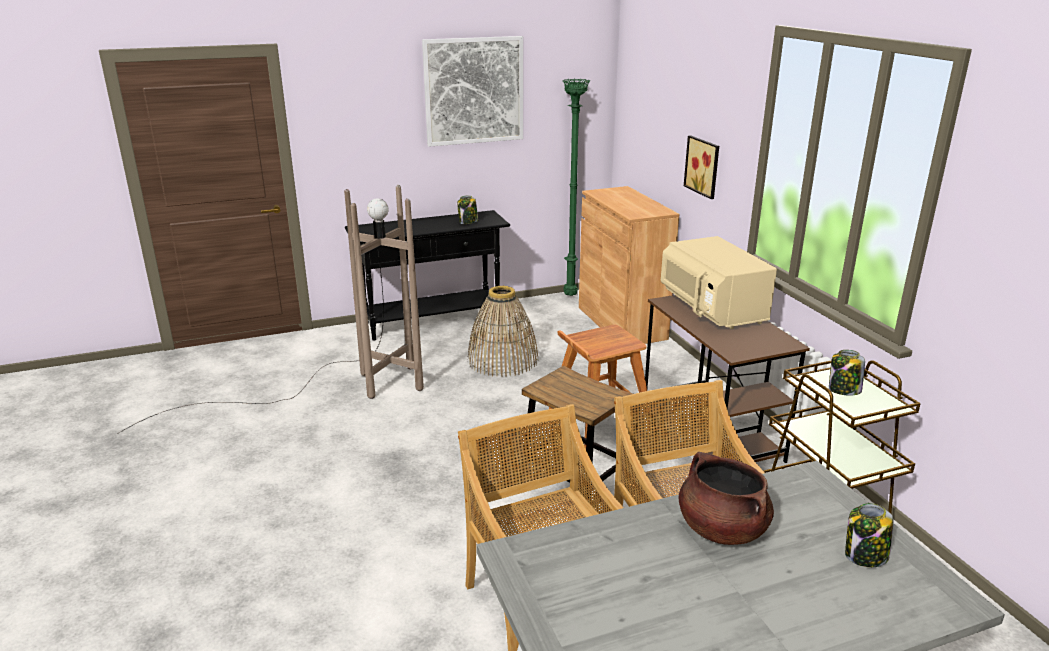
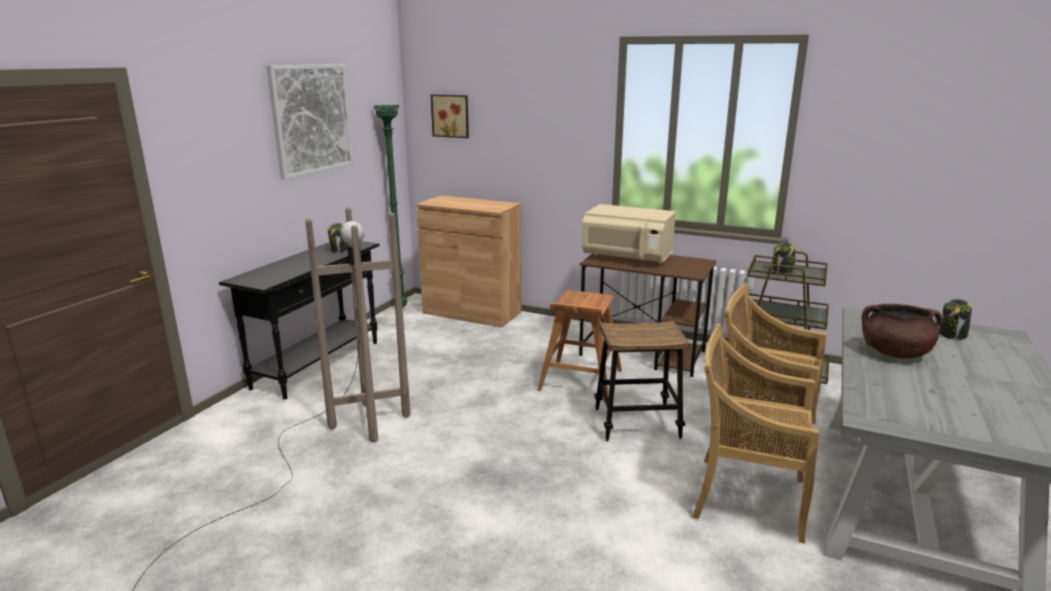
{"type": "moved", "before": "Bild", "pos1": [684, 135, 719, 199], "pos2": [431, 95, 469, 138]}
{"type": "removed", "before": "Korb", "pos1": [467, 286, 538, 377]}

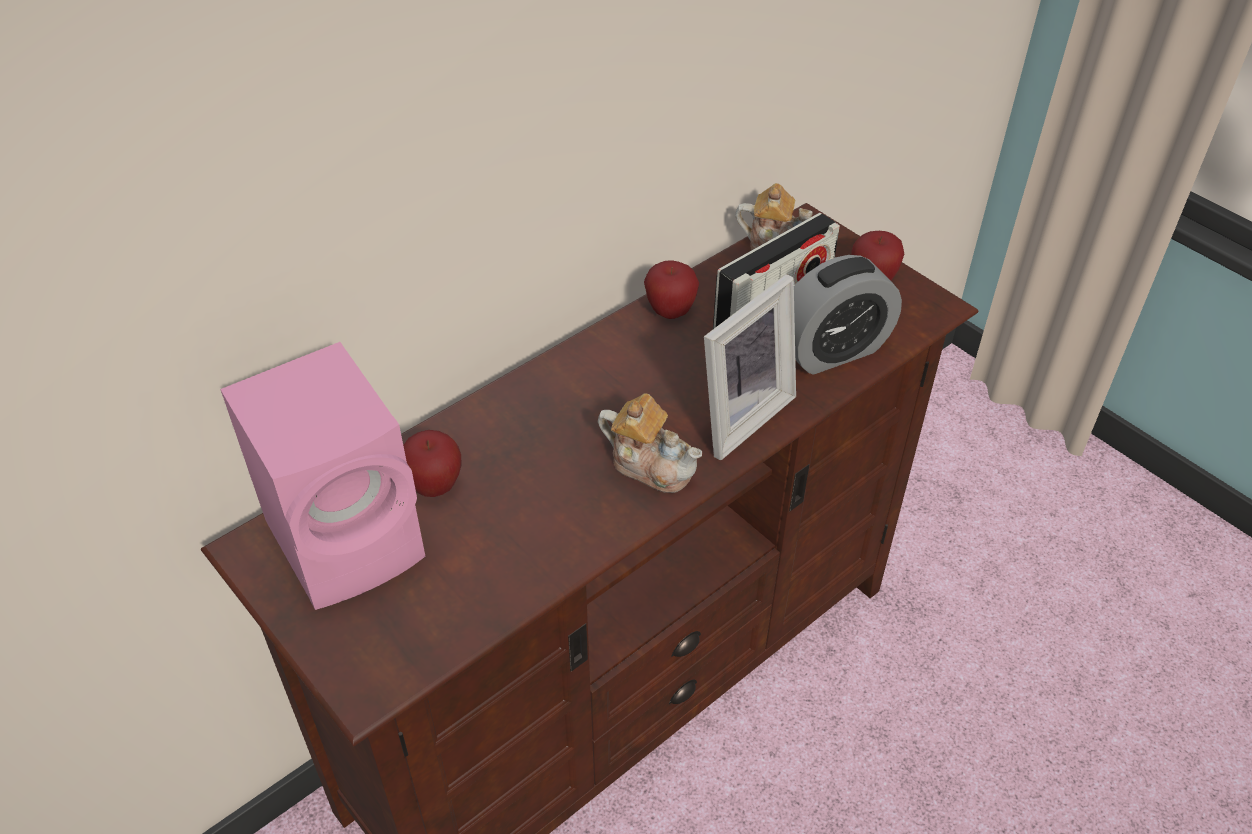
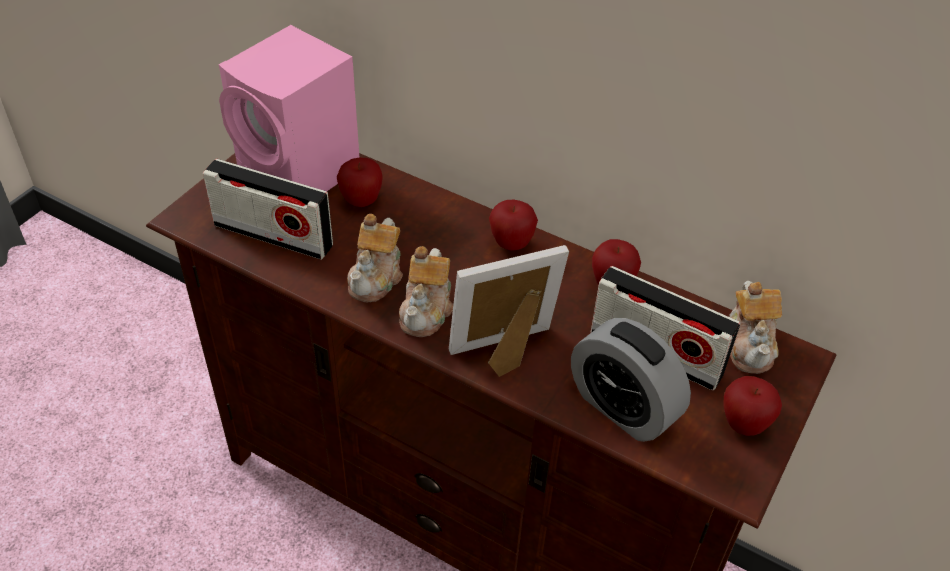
{"type": "turned", "before": "Bilderrahmen", "pos1": [704, 274, 796, 460], "pos2": [449, 245, 569, 377], "turn": 135}
{"type": "added", "after": "Radio", "pos2": [203, 159, 333, 260]}
{"type": "added", "after": "Apfel", "pos2": [489, 200, 538, 251]}
{"type": "added", "after": "Teekanne", "pos2": [347, 214, 403, 302]}

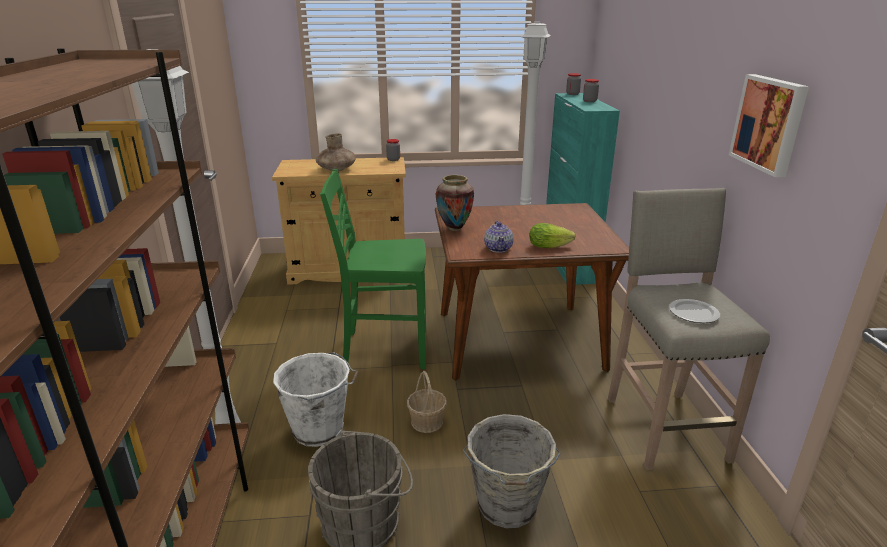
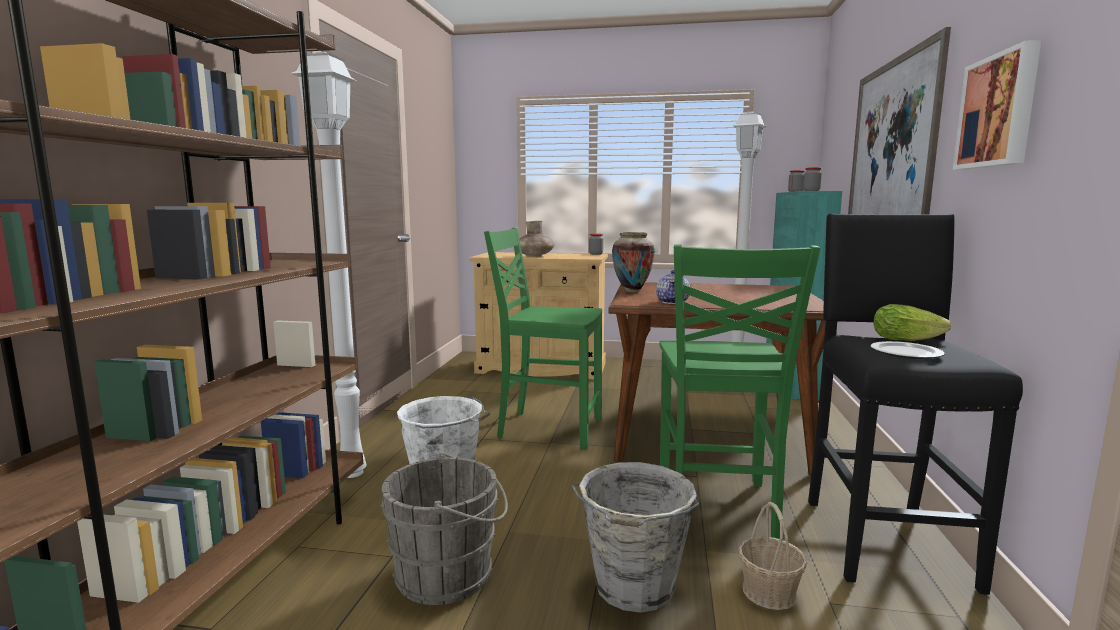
{"type": "recoloured", "before": "Hocker (beige)", "after": "Hocker (schwarz)", "pos1": [608, 188, 770, 470], "pos2": [808, 214, 1023, 595]}
{"type": "moved", "before": "Salatkopf", "pos1": [529, 223, 576, 248], "pos2": [873, 304, 951, 341]}
{"type": "moved", "before": "Korb", "pos1": [407, 371, 447, 433], "pos2": [738, 502, 807, 610]}
{"type": "added", "after": "Bild", "pos2": [848, 27, 951, 214]}
{"type": "added", "after": "Stuhl (grün)", "pos2": [659, 245, 820, 539]}

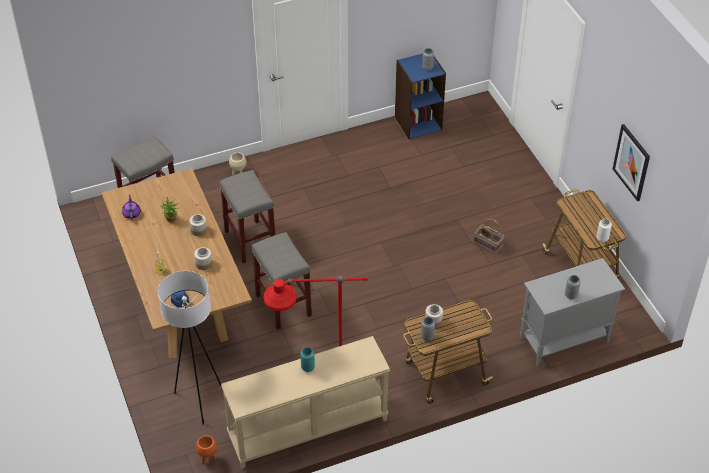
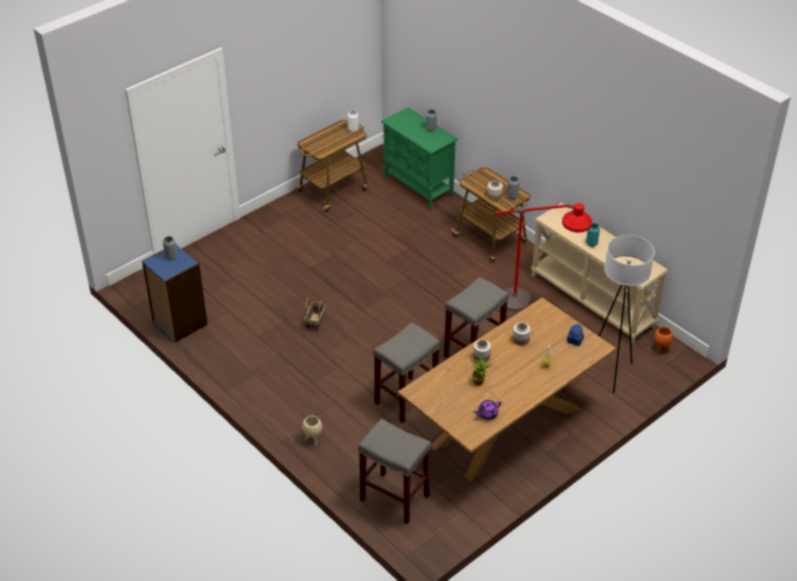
{"type": "removed", "before": "Bild", "pos1": [613, 124, 650, 201]}
{"type": "moved", "before": "Korb", "pos1": [474, 219, 504, 254], "pos2": [304, 298, 326, 332]}
{"type": "recoloured", "before": "Schrank (grau)", "after": "Schrank (grün)", "pos1": [519, 258, 625, 366], "pos2": [381, 107, 458, 209]}

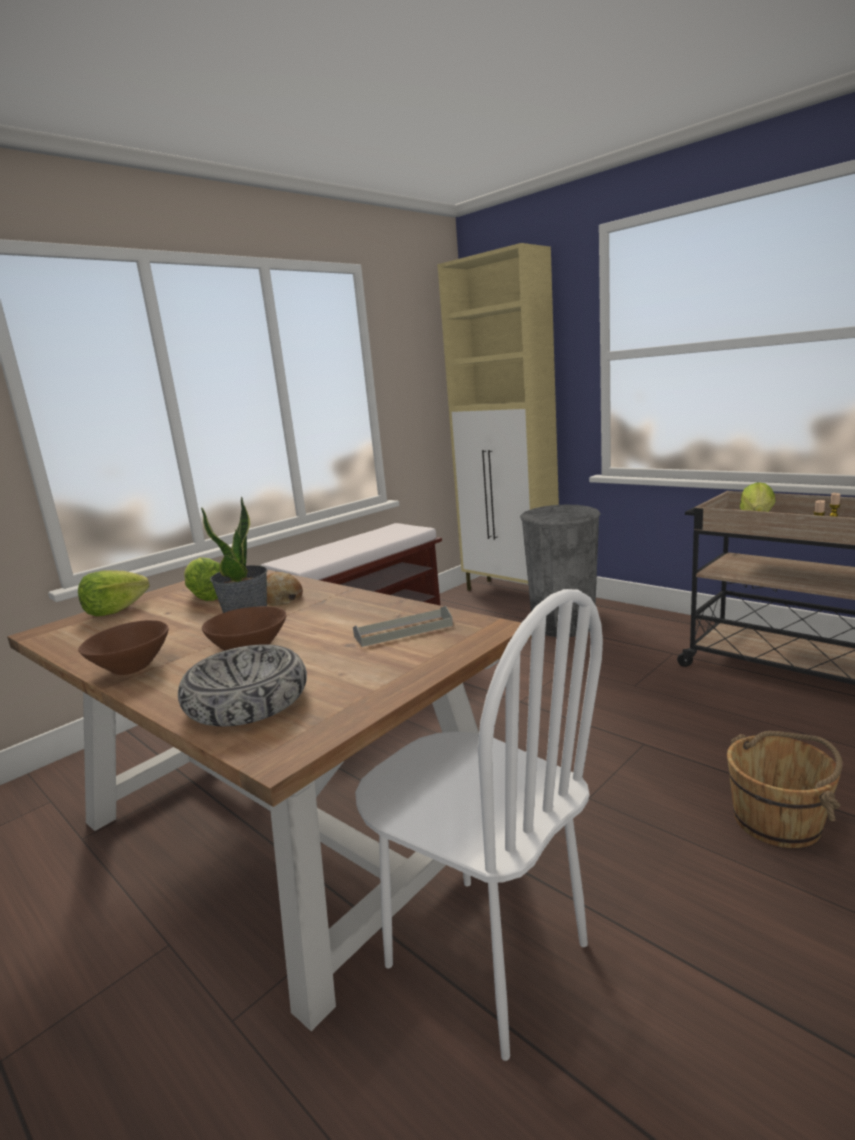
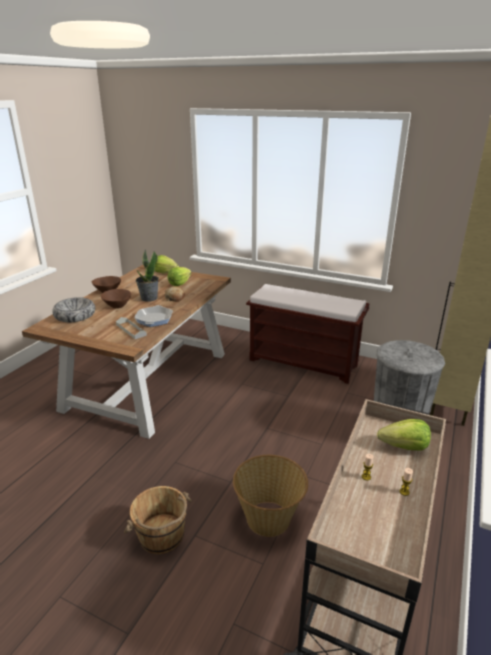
{"type": "removed", "before": "Stuhl (weiß)", "pos1": [355, 589, 603, 1061]}
{"type": "added", "after": "Pfanne", "pos2": [135, 305, 173, 327]}
{"type": "added", "after": "Korb", "pos2": [233, 455, 308, 537]}

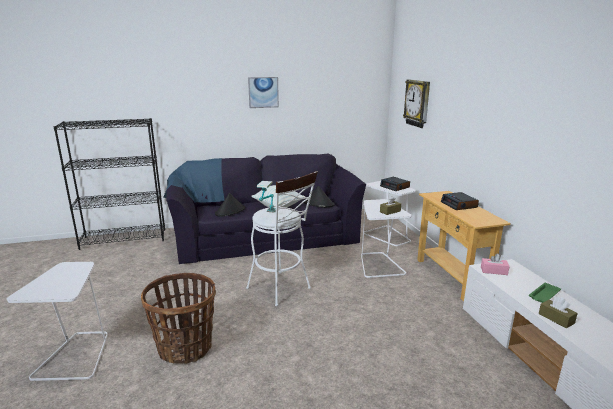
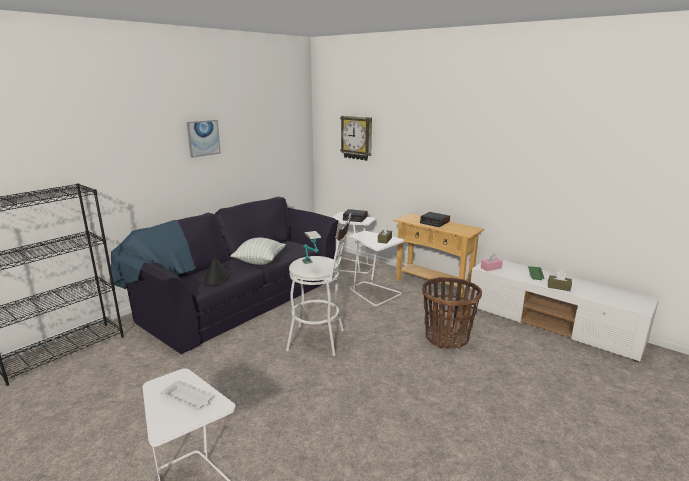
{"type": "removed", "before": "Hut (schwarz)", "pos1": [304, 186, 335, 207]}
{"type": "moved", "before": "Korb", "pos1": [141, 273, 216, 364], "pos2": [422, 277, 482, 349]}
{"type": "added", "after": "Tablett (weiß)", "pos2": [160, 381, 212, 410]}

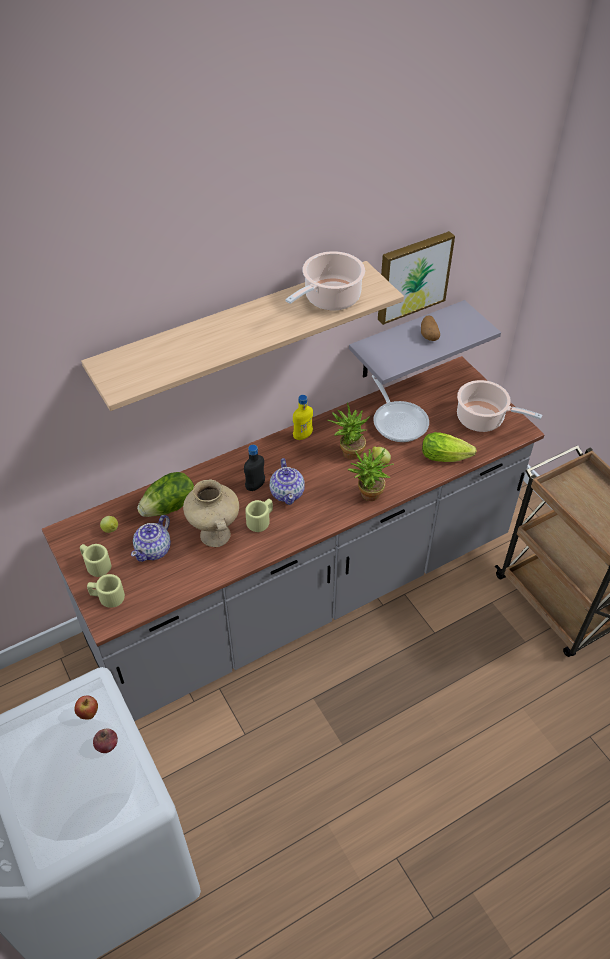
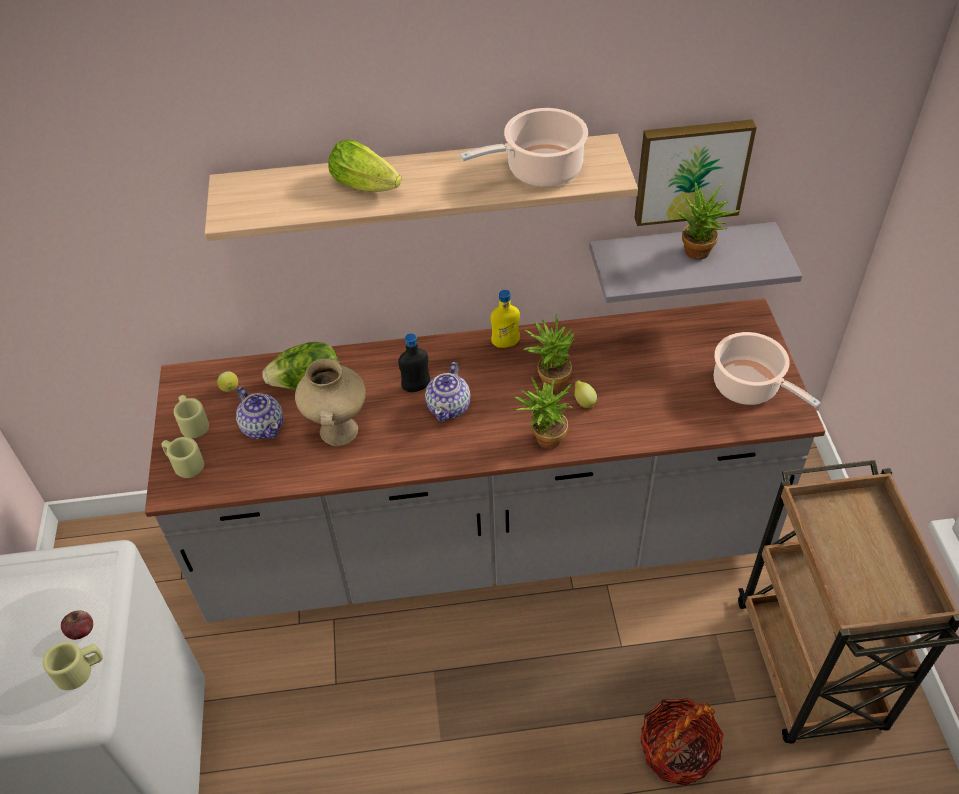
{"type": "replaced", "before": "Kartoffel", "after": "Topfpflanze", "pos1": [421, 316, 440, 341], "pos2": [678, 182, 741, 260]}
{"type": "removed", "before": "Pfanne", "pos1": [372, 375, 429, 442]}
{"type": "moved", "before": "Salatkopf", "pos1": [422, 432, 477, 462], "pos2": [328, 139, 402, 192]}
{"type": "moved", "before": "Henkelbecher (beige)", "pos1": [245, 499, 273, 532], "pos2": [43, 641, 103, 690]}
{"type": "turned", "before": "Teekanne", "pos1": [131, 515, 171, 562], "pos2": [236, 387, 283, 439], "turn": -90}
{"type": "removed", "before": "Apfel", "pos1": [74, 695, 98, 720]}
{"type": "added", "after": "Korb", "pos2": [640, 698, 724, 786]}

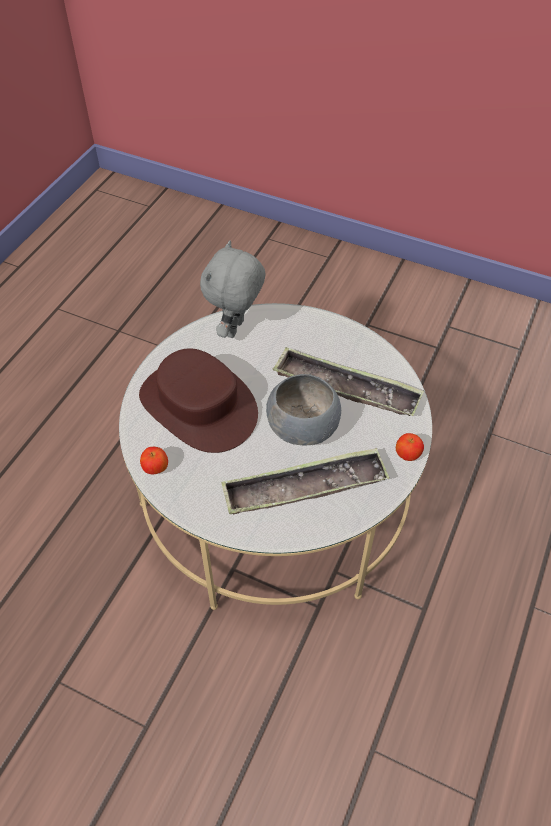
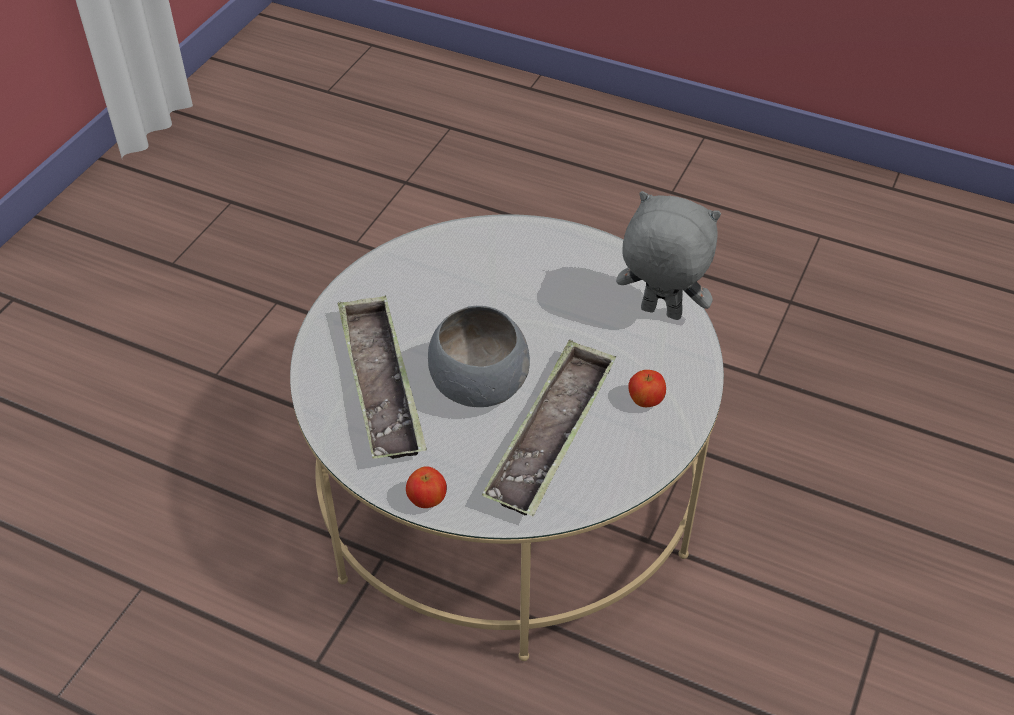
{"type": "removed", "before": "Hut (braun)", "pos1": [139, 348, 258, 453]}
{"type": "moved", "before": "Apfel", "pos1": [140, 447, 168, 474], "pos2": [628, 370, 666, 407]}

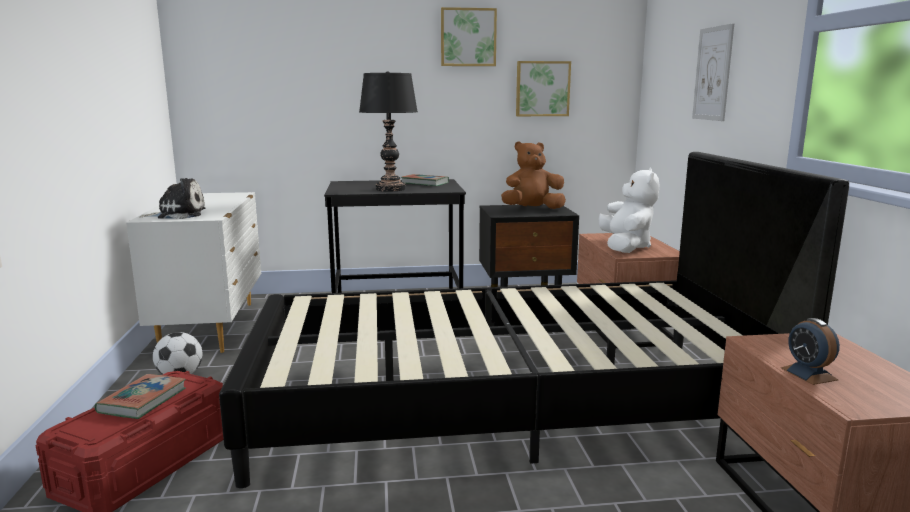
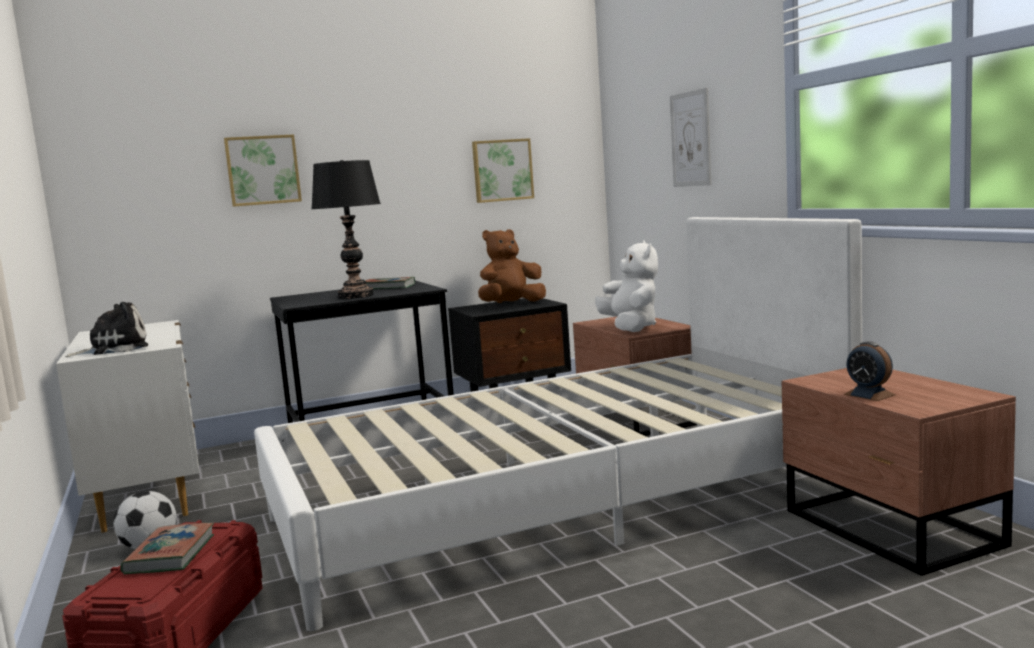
{"type": "moved", "before": "Bild", "pos1": [441, 7, 497, 66], "pos2": [224, 134, 302, 207]}
{"type": "recoloured", "before": "Bett (schwarz)", "after": "Bett (weiß)", "pos1": [219, 152, 849, 488], "pos2": [254, 217, 862, 631]}

